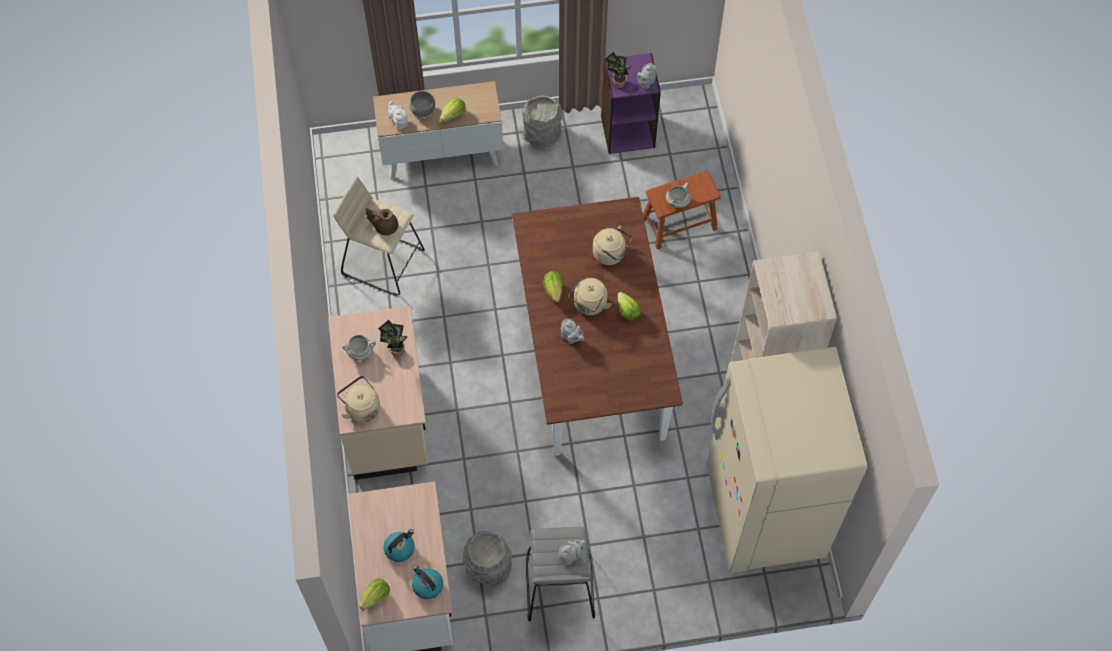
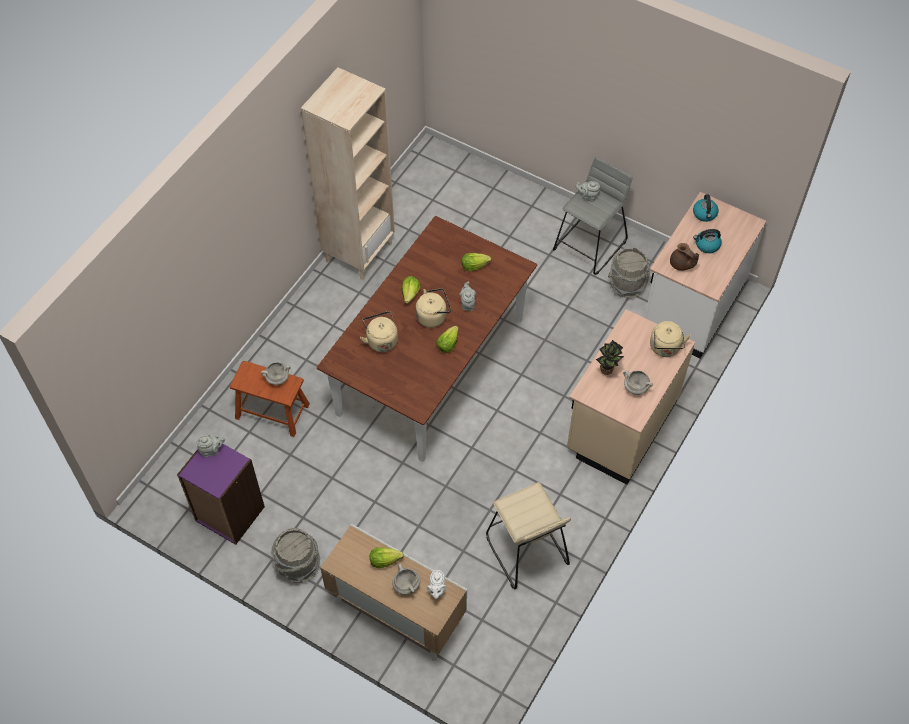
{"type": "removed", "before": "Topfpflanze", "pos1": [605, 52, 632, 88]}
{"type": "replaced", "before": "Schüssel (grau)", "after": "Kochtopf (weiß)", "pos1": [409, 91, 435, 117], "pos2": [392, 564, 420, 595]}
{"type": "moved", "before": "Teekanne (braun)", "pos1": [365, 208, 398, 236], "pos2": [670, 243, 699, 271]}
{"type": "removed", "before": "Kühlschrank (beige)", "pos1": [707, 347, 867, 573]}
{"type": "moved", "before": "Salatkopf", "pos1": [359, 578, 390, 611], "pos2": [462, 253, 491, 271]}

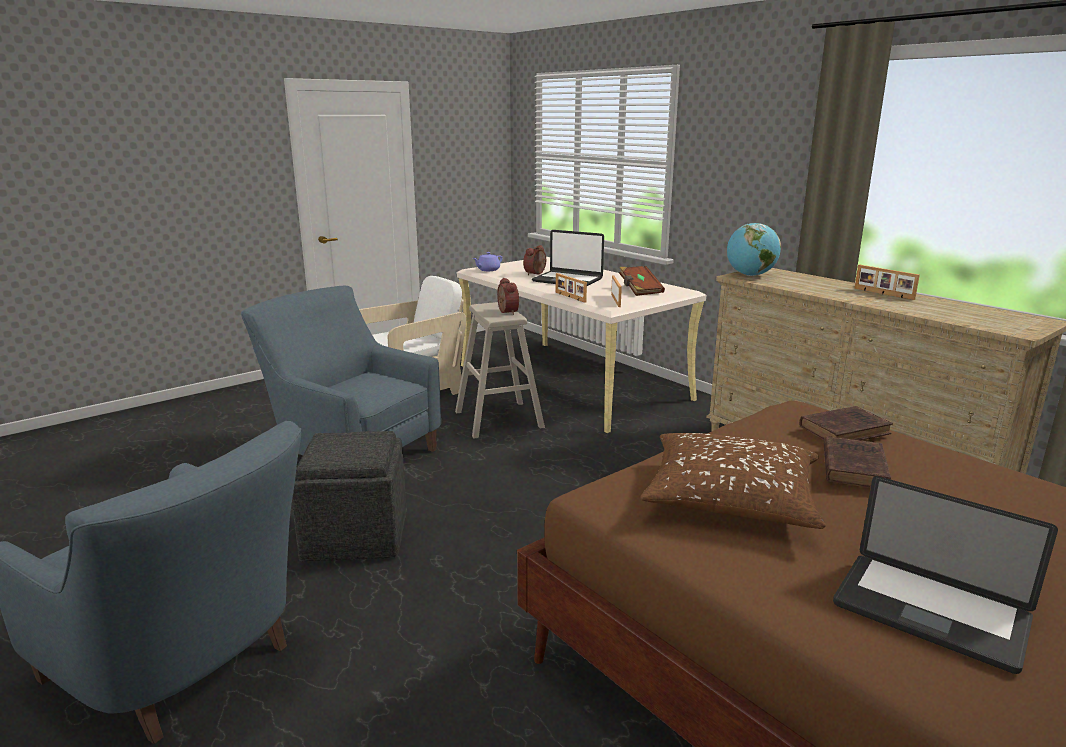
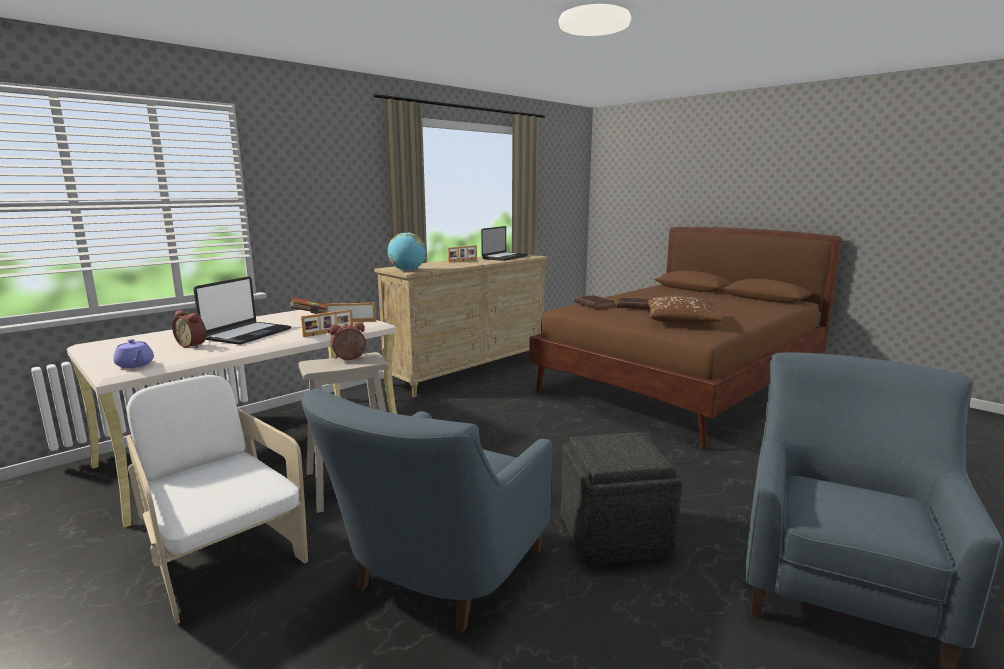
{"type": "moved", "before": "Laptop", "pos1": [833, 476, 1058, 674], "pos2": [481, 226, 528, 261]}

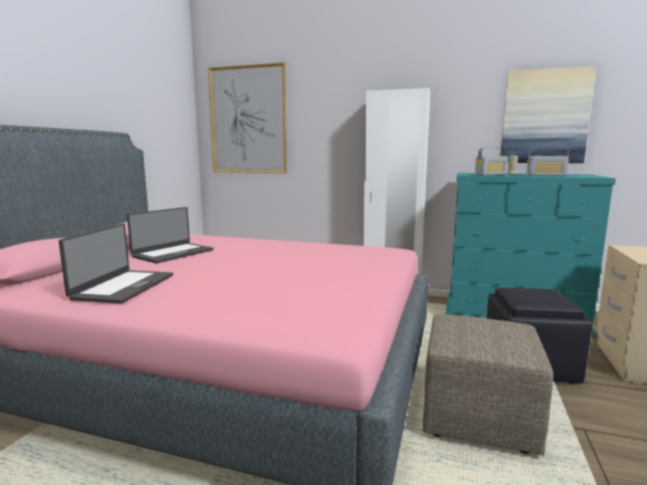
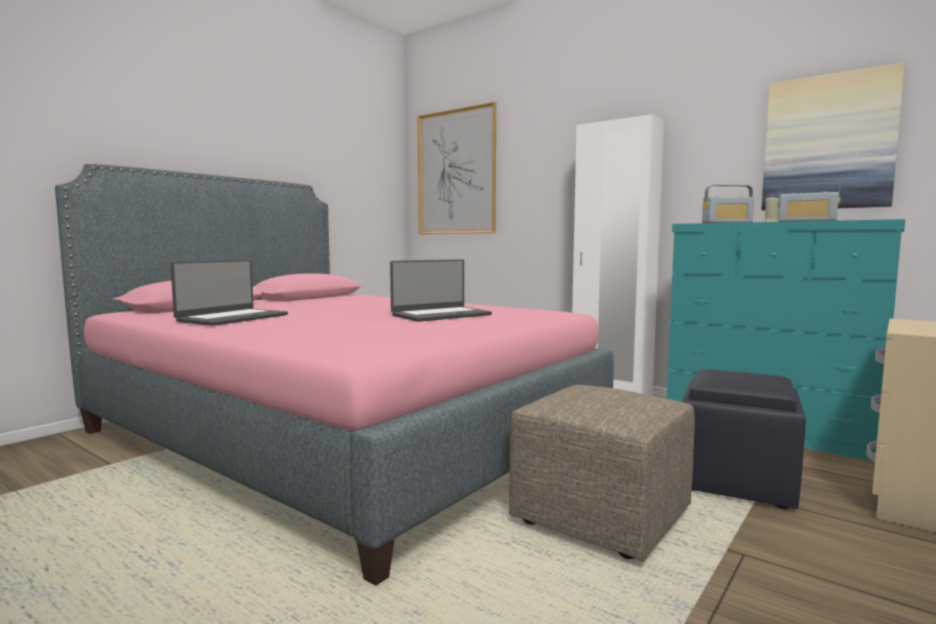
{"type": "moved", "before": "Laptop", "pos1": [127, 207, 214, 263], "pos2": [390, 259, 492, 322]}

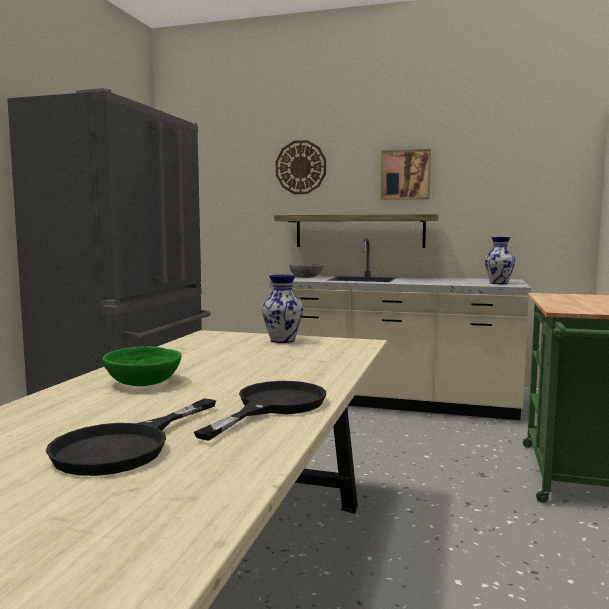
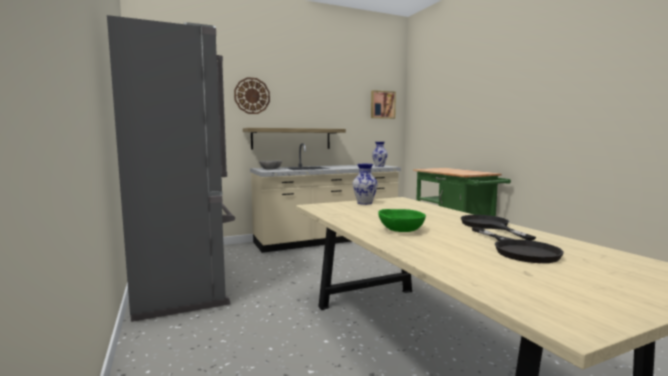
{"type": "moved", "before": "Bild", "pos1": [381, 149, 431, 200], "pos2": [371, 90, 396, 119]}

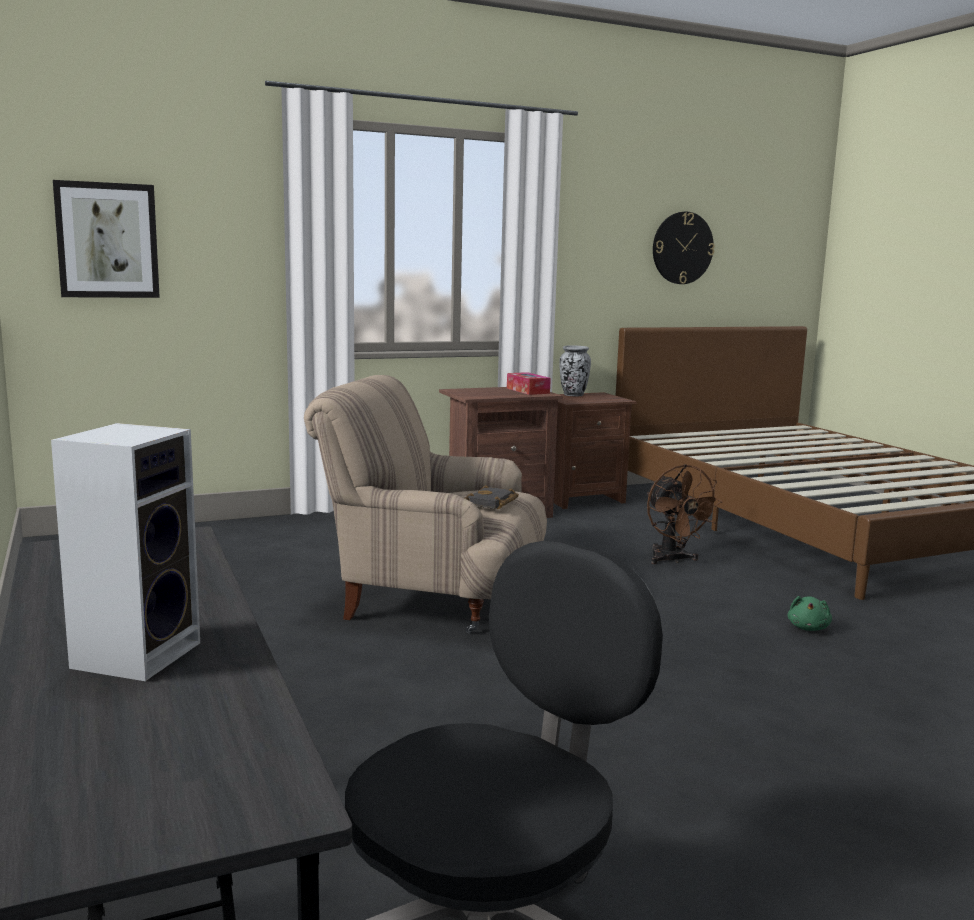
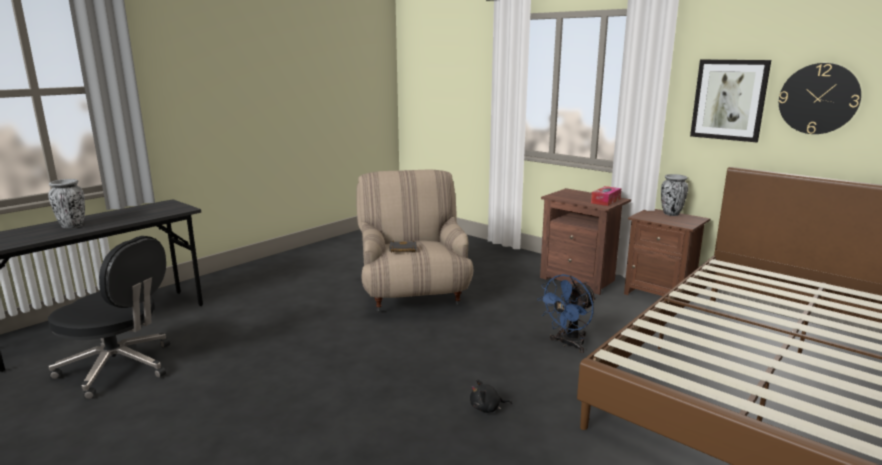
{"type": "moved", "before": "Bild", "pos1": [53, 180, 160, 298], "pos2": [690, 59, 771, 142]}
{"type": "replaced", "before": "Lautsprecher", "after": "Vase", "pos1": [51, 423, 200, 681], "pos2": [48, 179, 85, 228]}
{"type": "recoloured", "before": "Ventilator (braun)", "after": "Ventilator (blau)", "pos1": [647, 464, 723, 564], "pos2": [537, 274, 596, 353]}
{"type": "recoloured", "before": "Plüschtier (grün)", "after": "Plüschtier (schwarz)", "pos1": [788, 596, 832, 631], "pos2": [470, 379, 512, 413]}

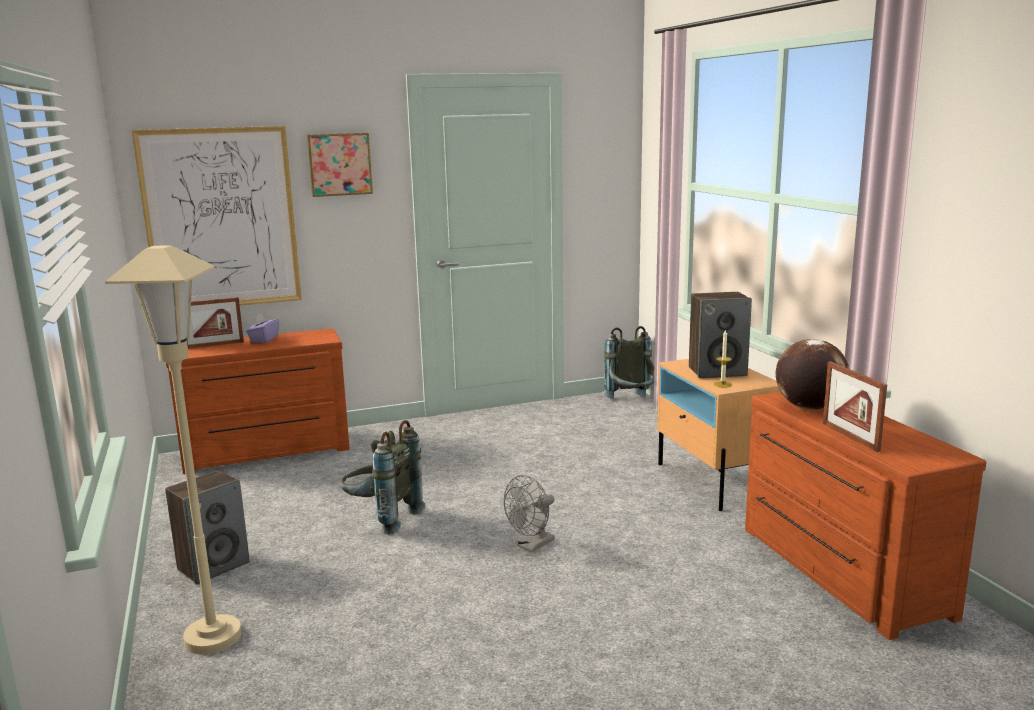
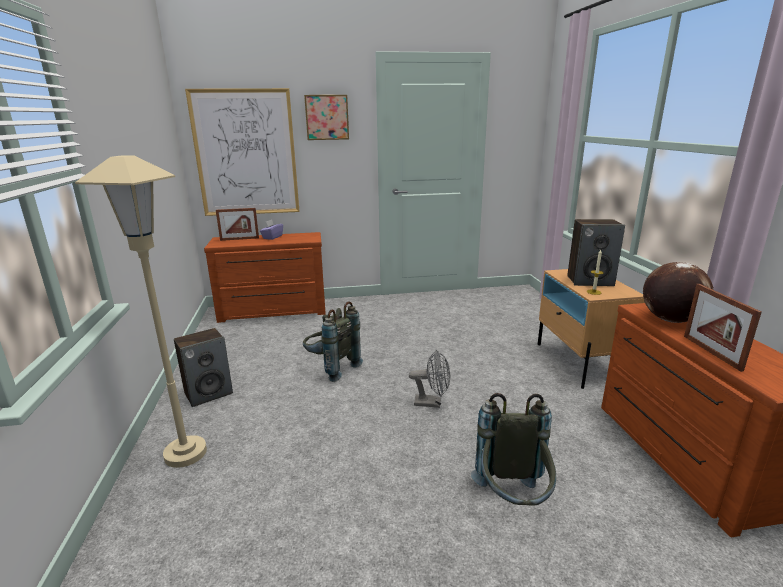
{"type": "moved", "before": "Rucksack (grau)", "pos1": [602, 326, 654, 399], "pos2": [471, 393, 556, 506]}
{"type": "turned", "before": "Ventilator (grau)", "pos1": [504, 475, 555, 553], "pos2": [409, 350, 450, 408], "turn": -135}

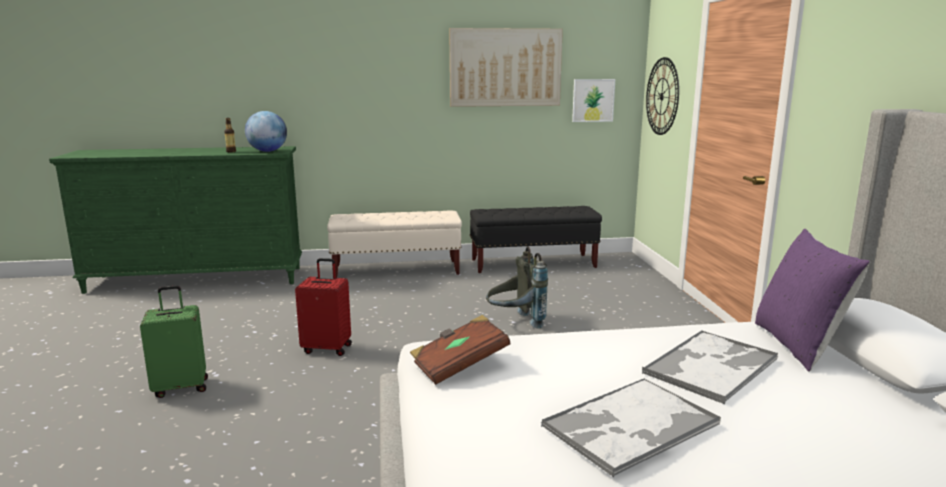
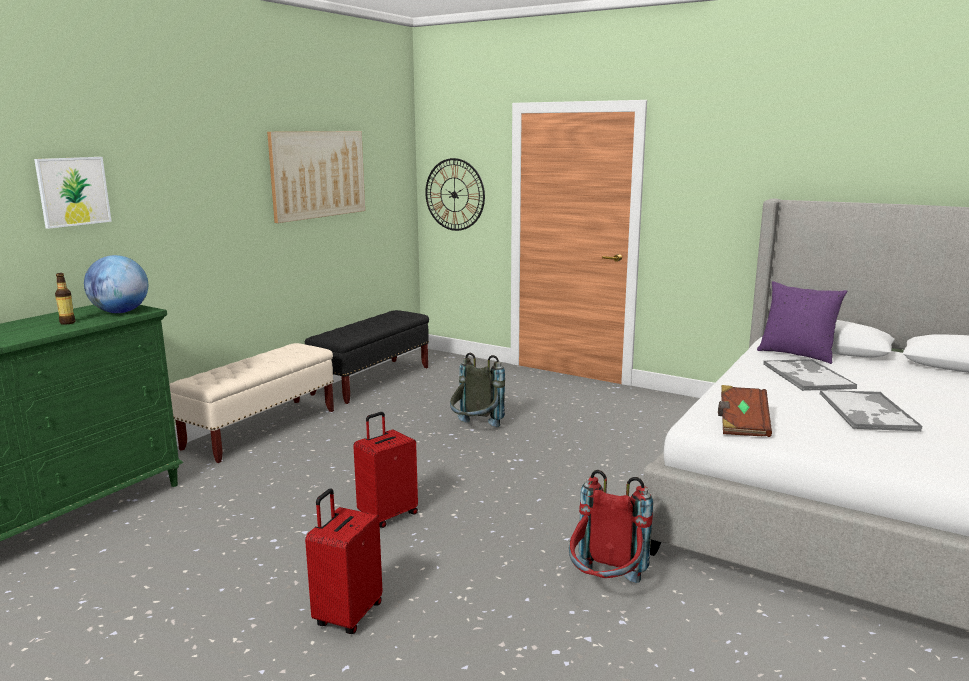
{"type": "moved", "before": "Bild", "pos1": [572, 79, 615, 122], "pos2": [34, 157, 112, 229]}
{"type": "recoloured", "before": "Koffer (grün)", "after": "Koffer (rot)", "pos1": [140, 285, 208, 398], "pos2": [305, 489, 382, 634]}
{"type": "added", "after": "Rucksack (rot)", "pos2": [569, 470, 653, 583]}

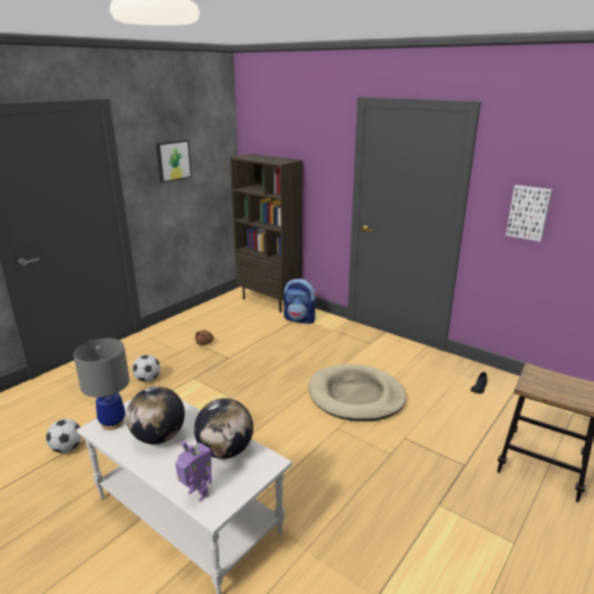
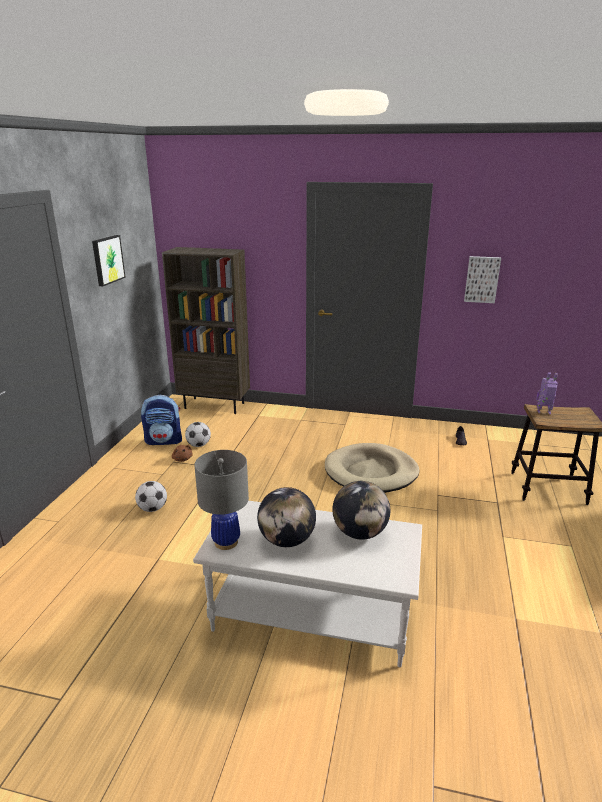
{"type": "moved", "before": "Rucksack", "pos1": [284, 279, 317, 324], "pos2": [141, 395, 182, 445]}
{"type": "moved", "before": "Fußball", "pos1": [46, 419, 82, 453], "pos2": [185, 422, 211, 447]}
{"type": "moved", "before": "Spielzeugroboter", "pos1": [175, 441, 212, 502], "pos2": [536, 372, 558, 414]}

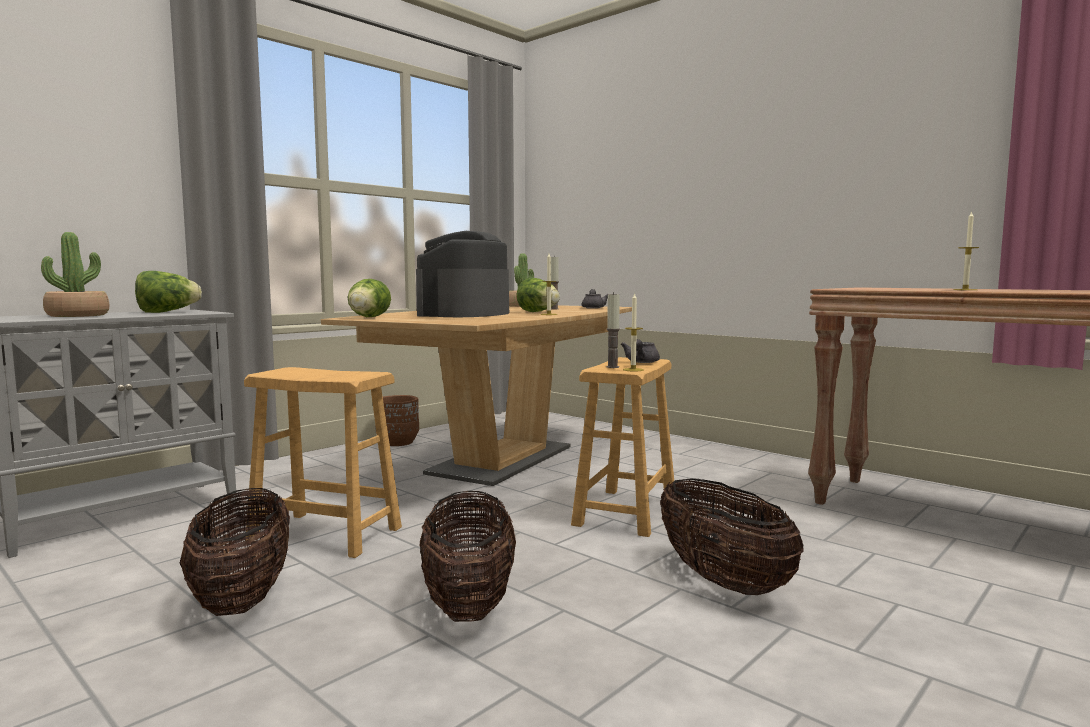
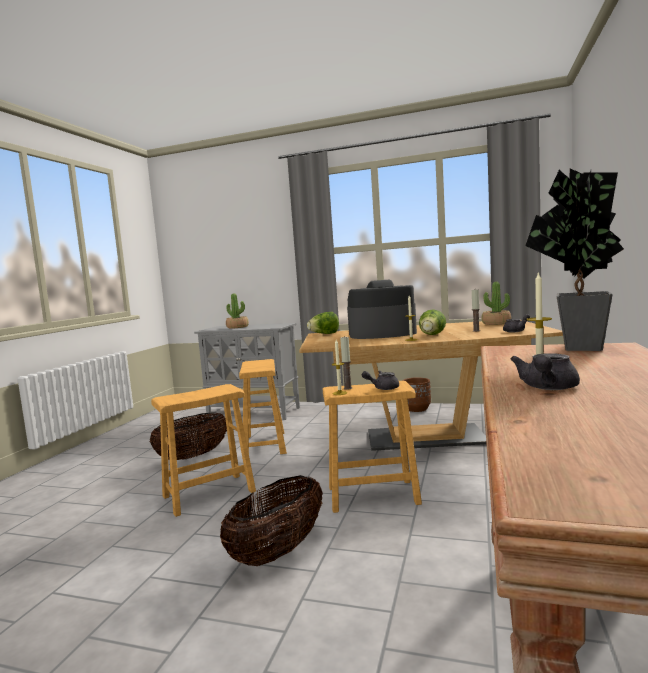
{"type": "removed", "before": "Salatkopf", "pos1": [135, 271, 202, 313]}
{"type": "replaced", "before": "Korb", "after": "Hocker (braun)", "pos1": [420, 491, 516, 622], "pos2": [151, 384, 256, 517]}
{"type": "added", "after": "Topfpflanze", "pos2": [525, 169, 624, 351]}
{"type": "added", "after": "Teekanne (grau)", "pos2": [511, 353, 580, 390]}

